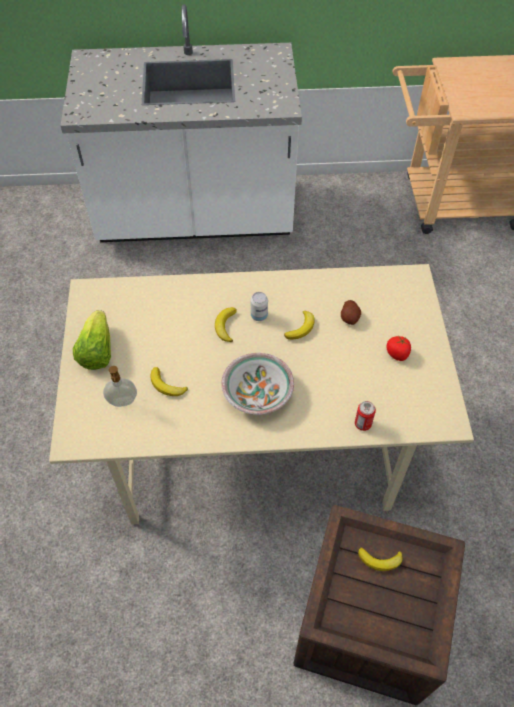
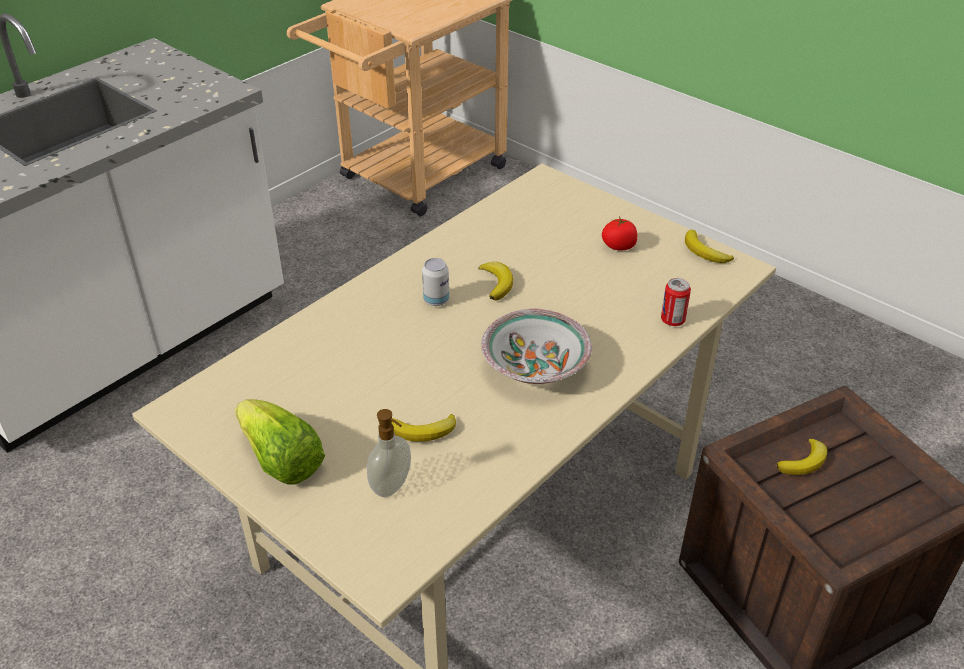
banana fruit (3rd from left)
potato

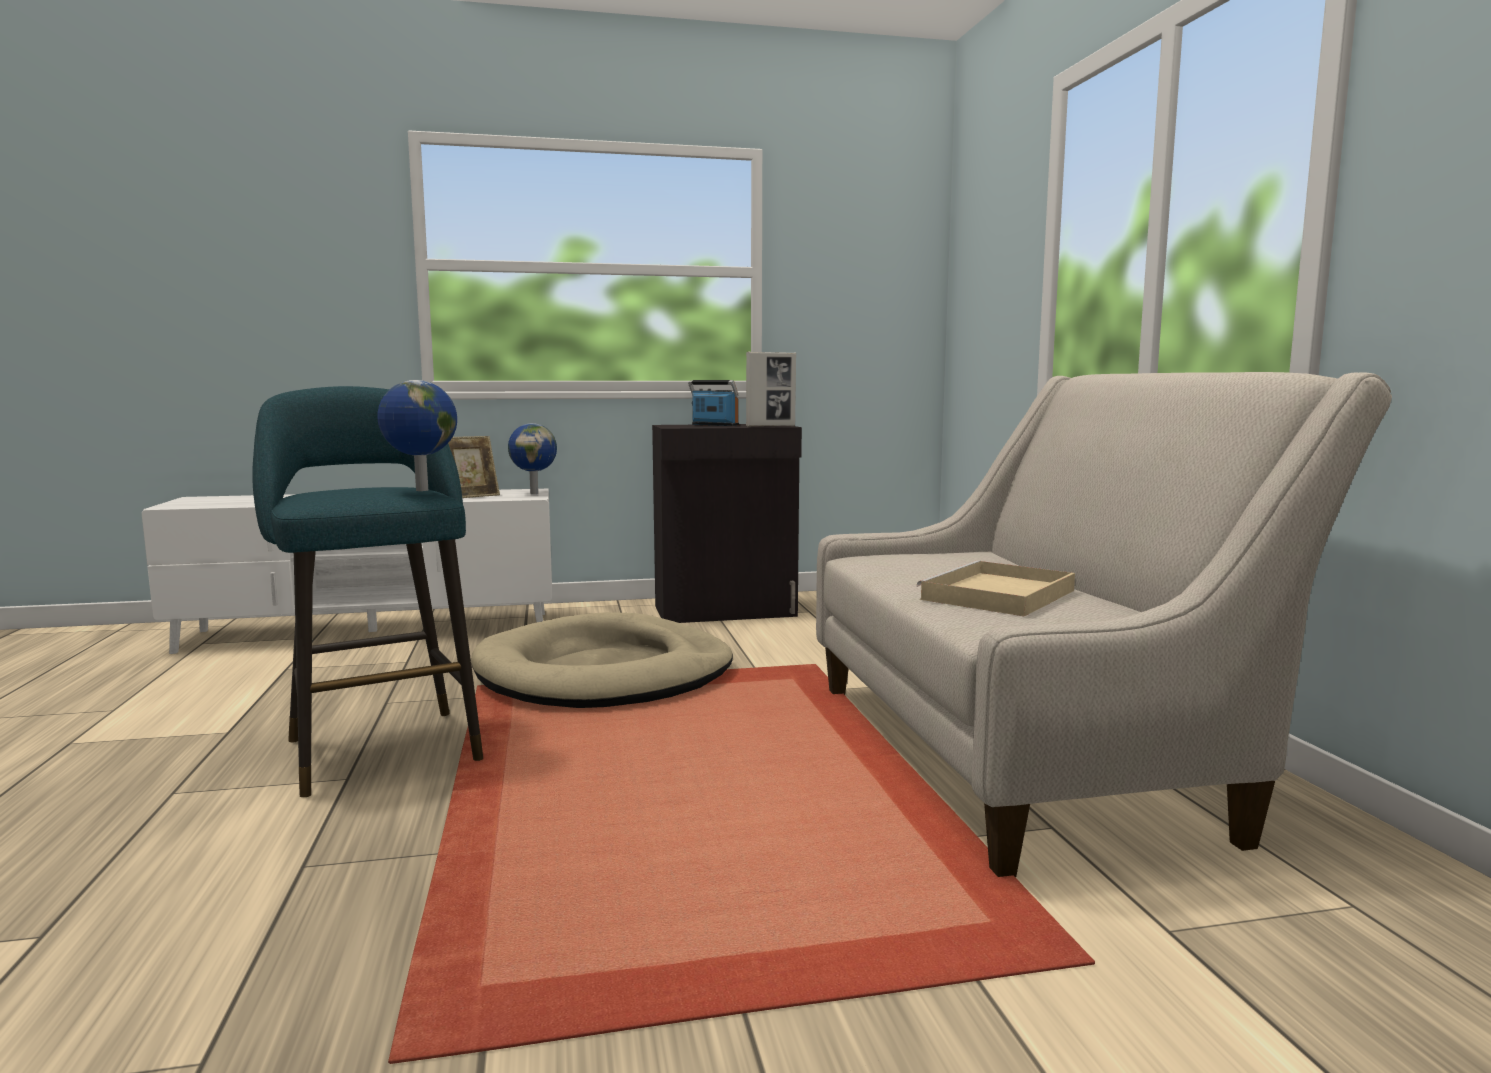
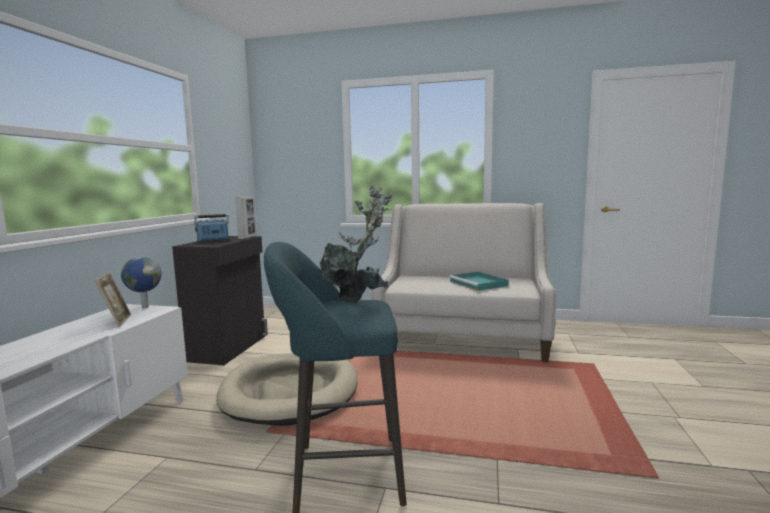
houseplant
carrying tray in turquoise-coloured

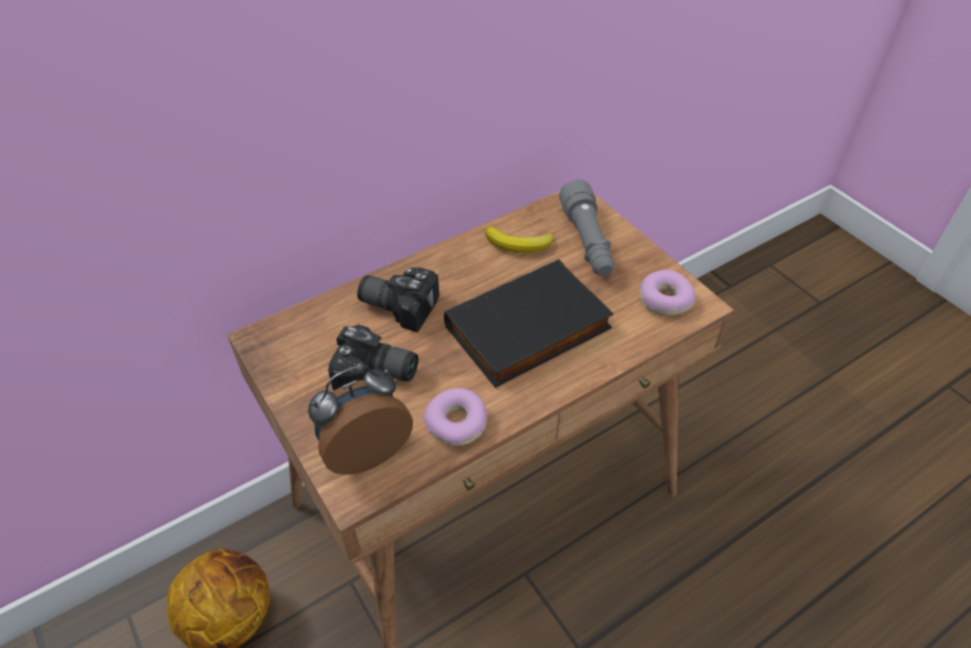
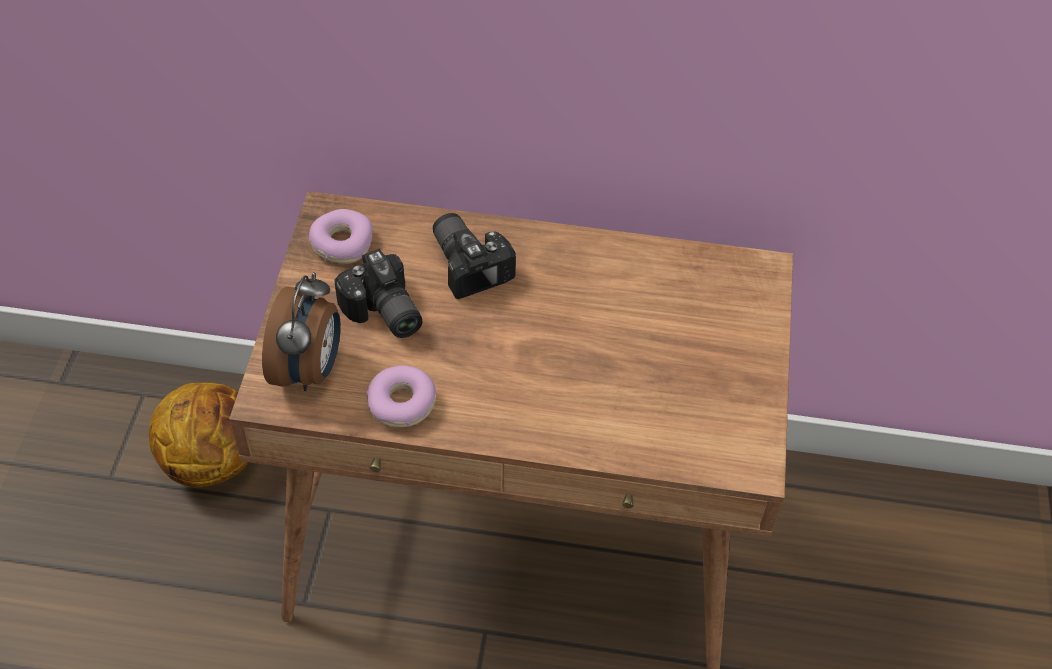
alarm clock
donut (1st from left)
book in black-coloured
banana fruit
torch in grey

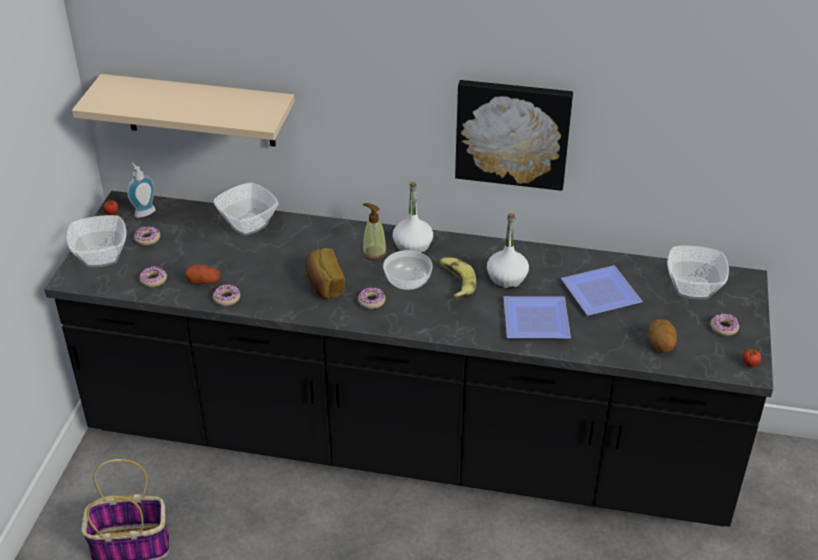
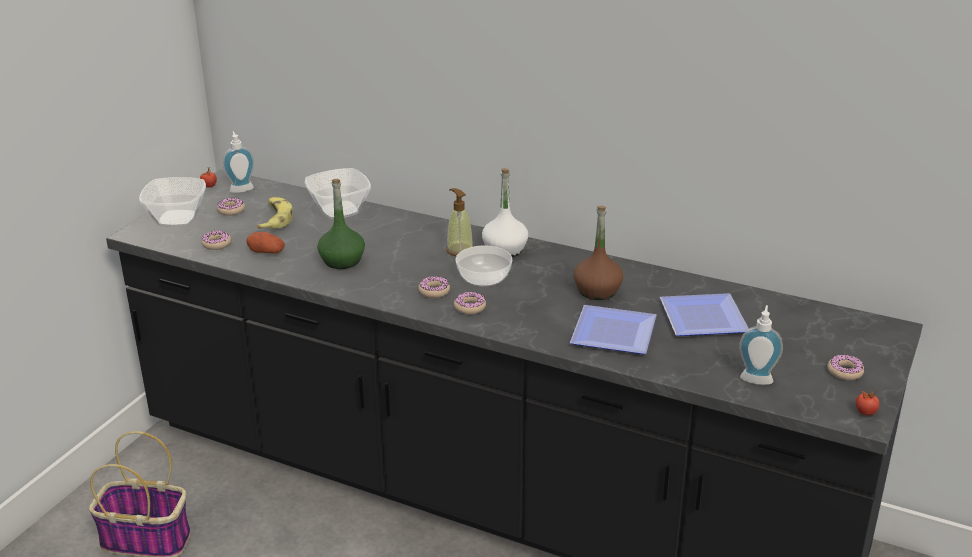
banana fruit
drink bottle in greenish
donut (4th from left)
drink bottle in brownish
soap bottle (3rd from left)
shelf in beige-coloured
bread
wall picture
bowl (4th from left in the first image)

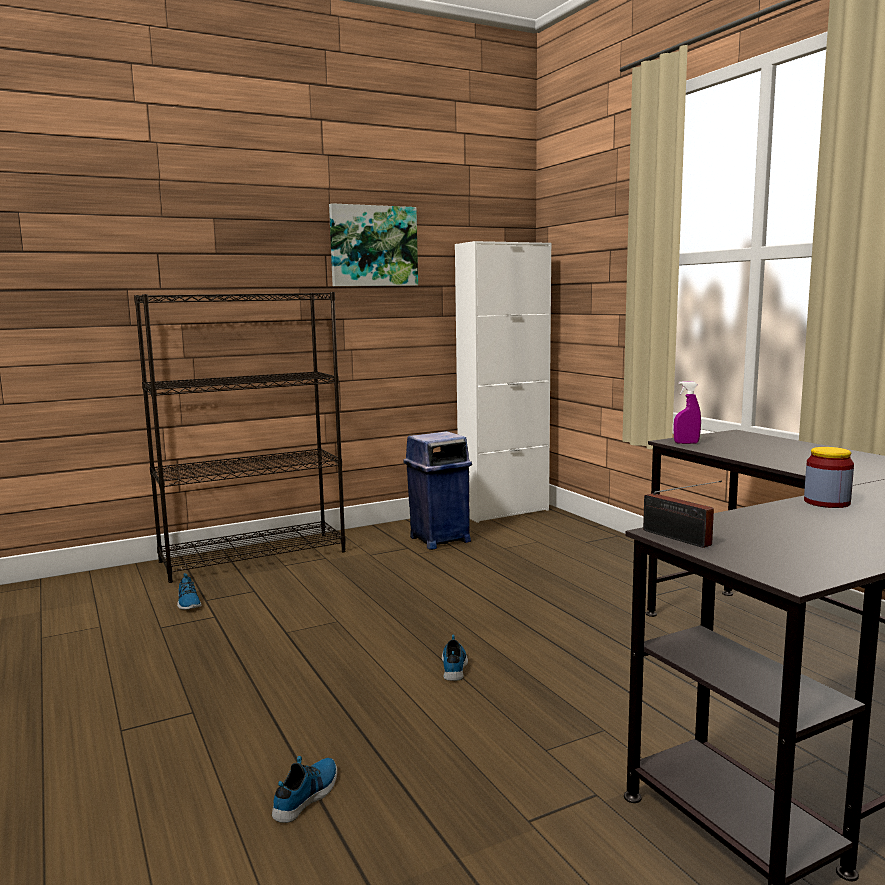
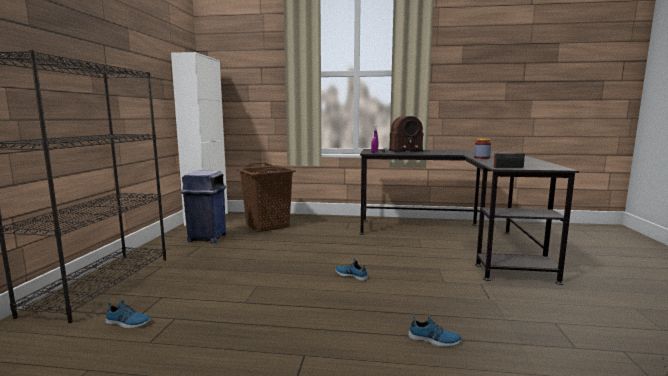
hamper in brownish
radio (1st from left)
shoe (3rd from left)
wall picture

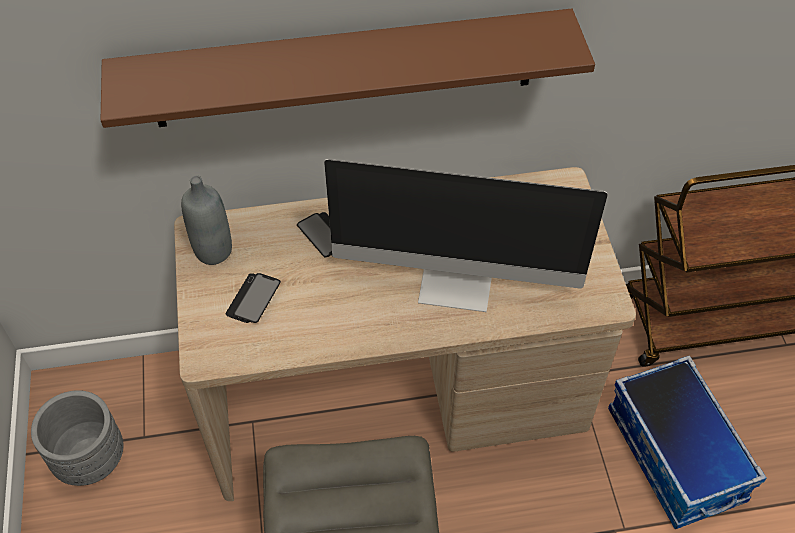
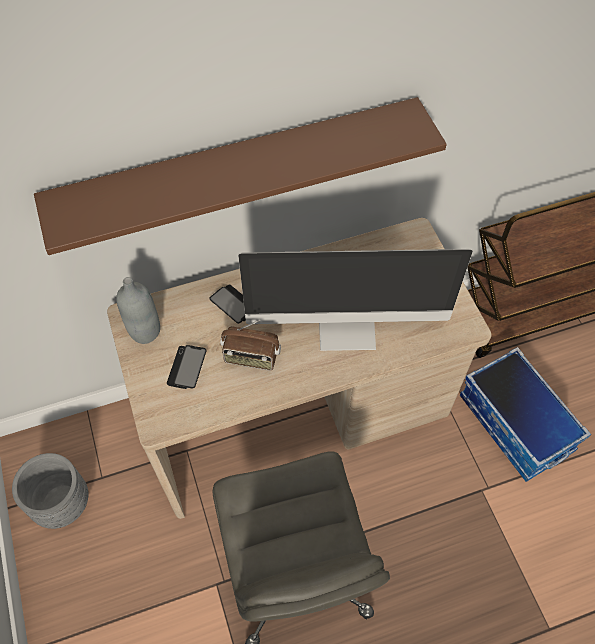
radio

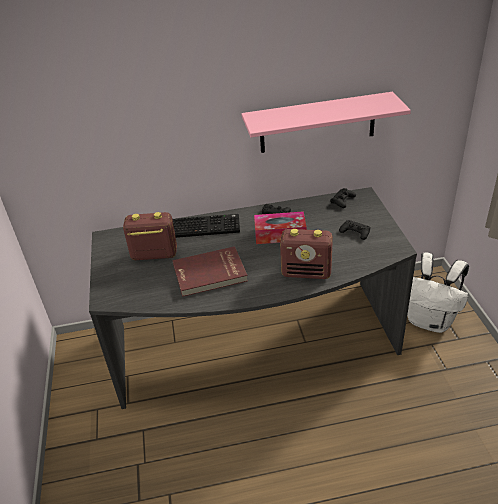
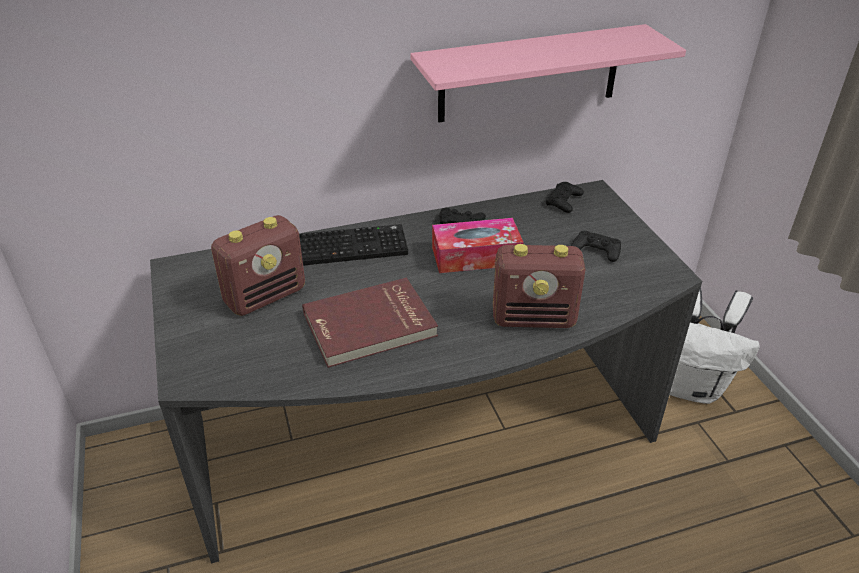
radio (1st from left)

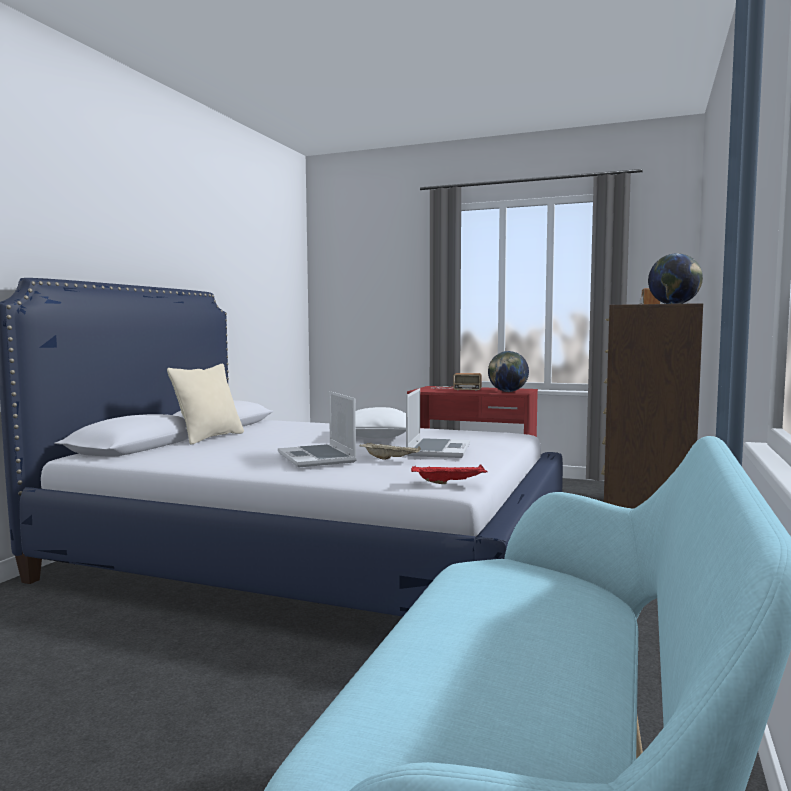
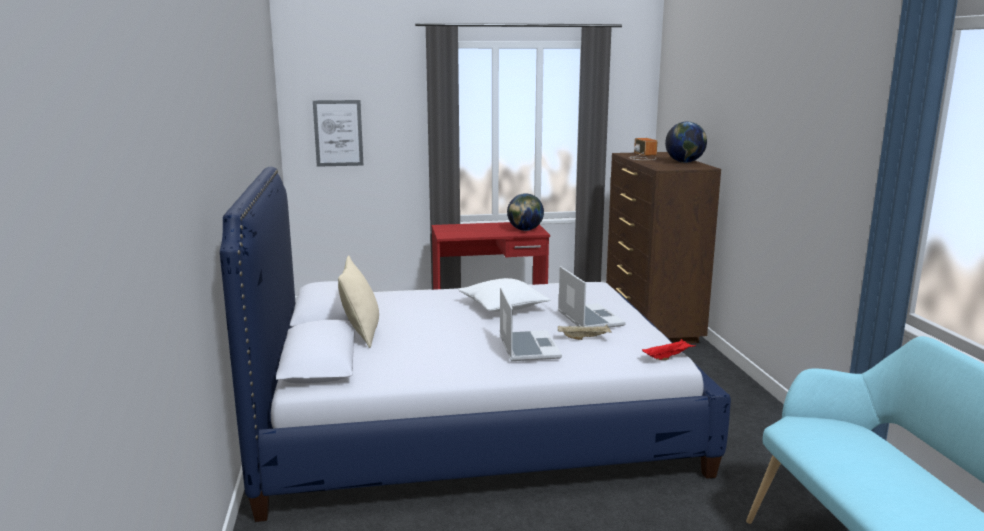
wall picture
laptop (1st from left)
radio (1st from left in the first image)

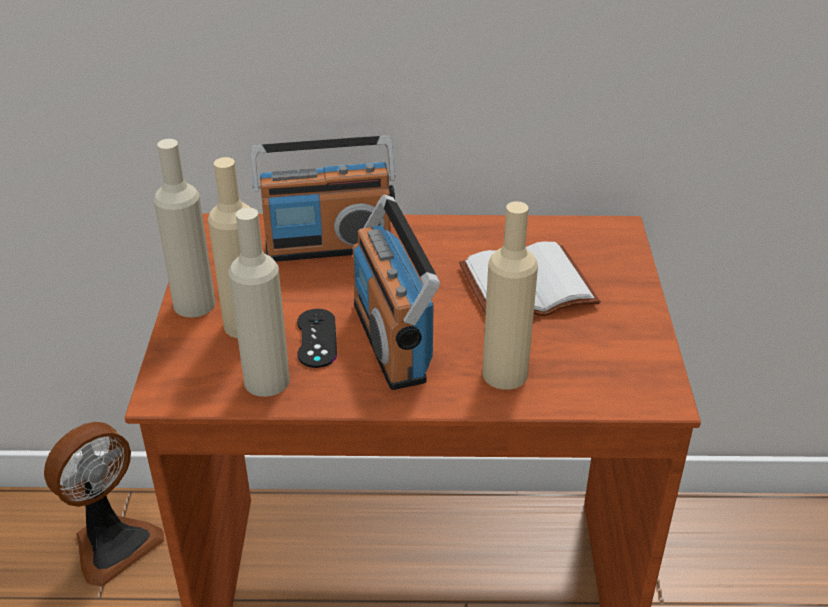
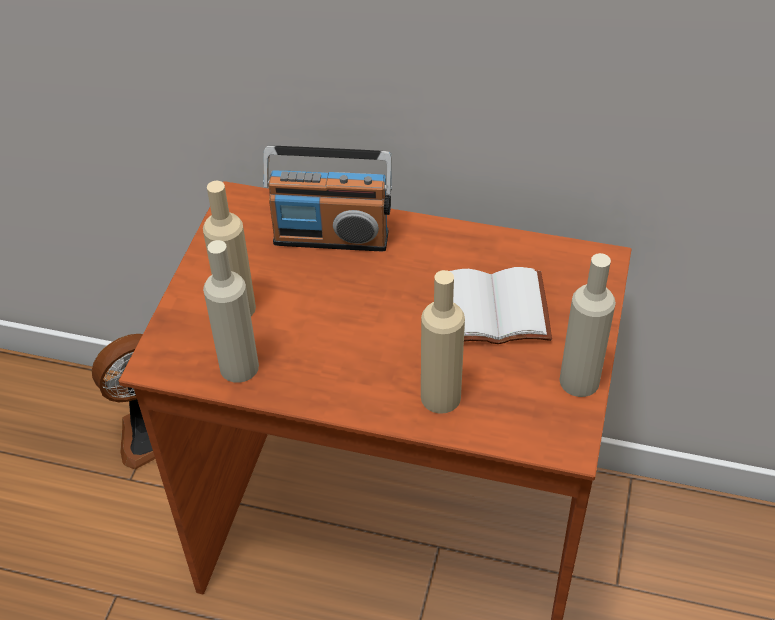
drink bottle in beige-coloured (4th from left)
game controller in black-coloured
radio (2nd from left in the first image)

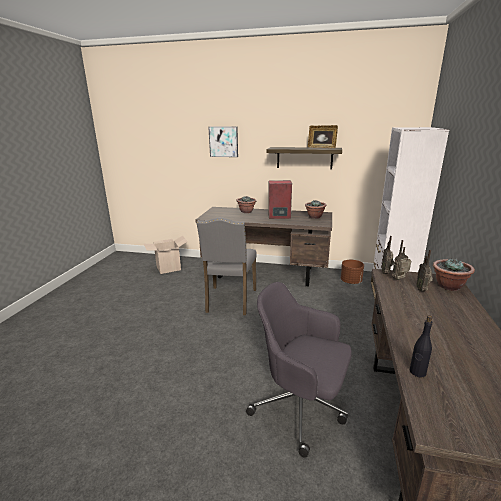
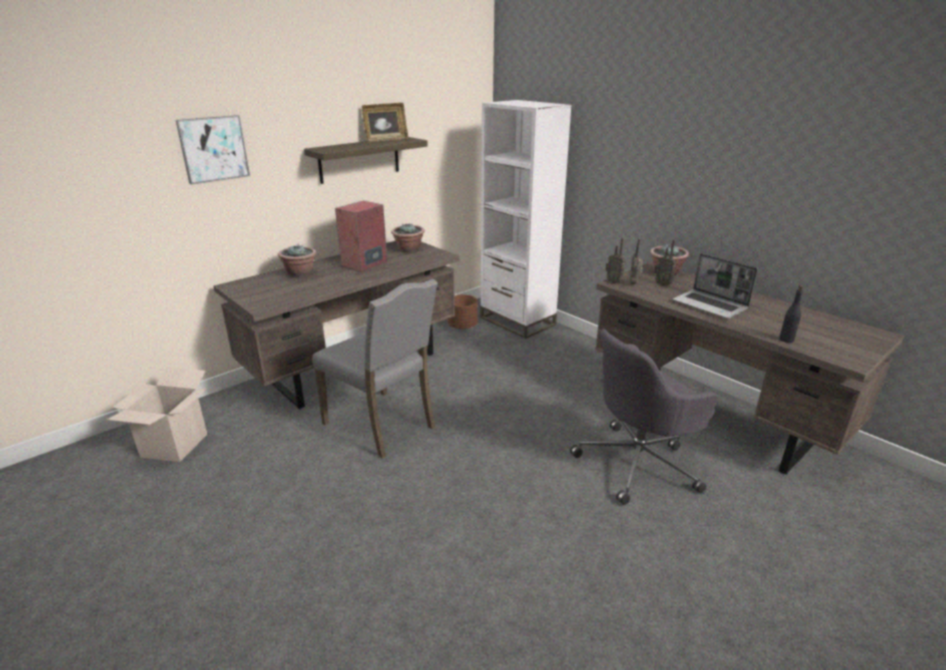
laptop

